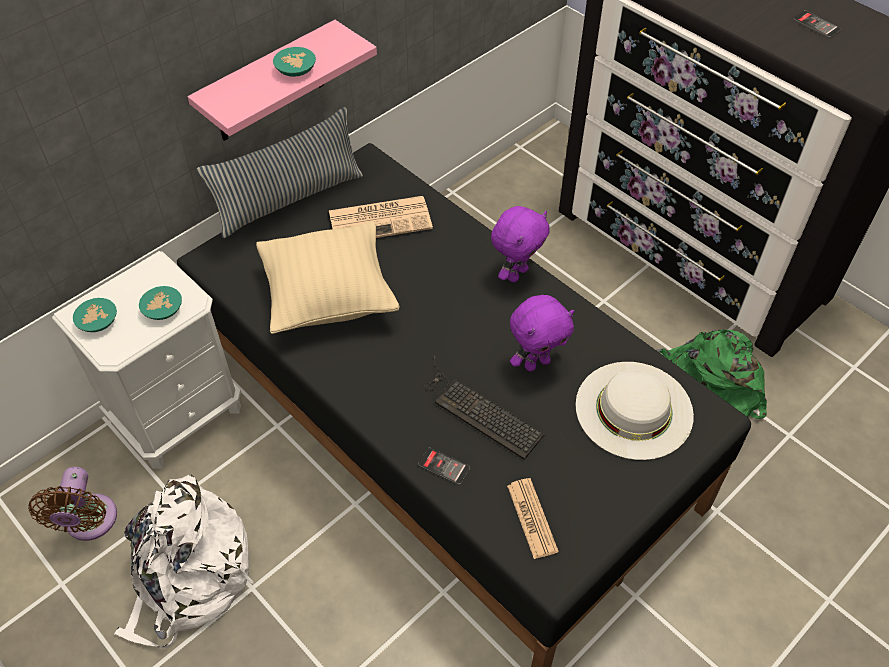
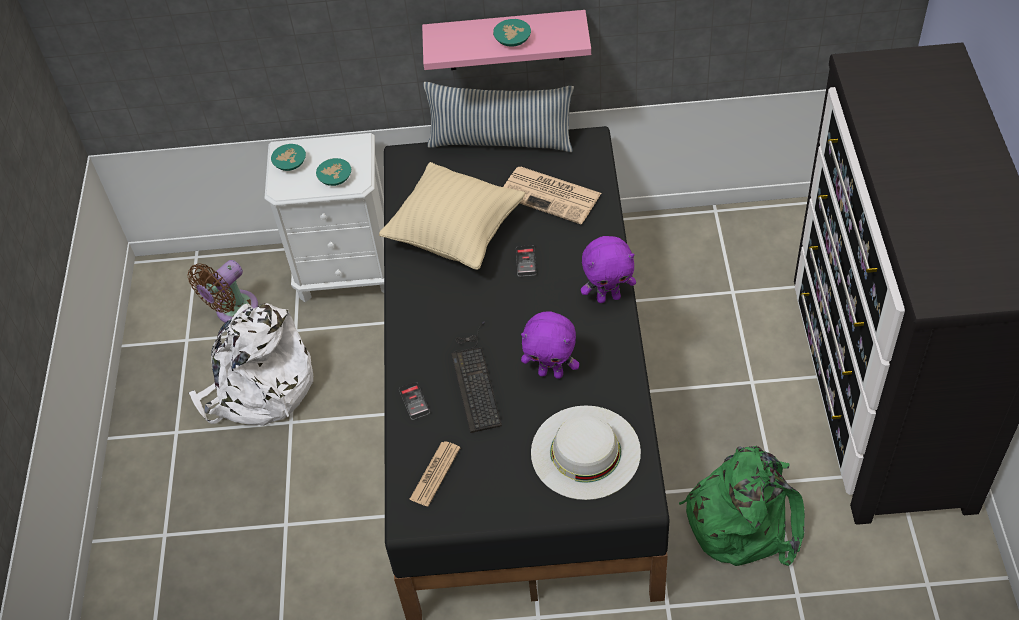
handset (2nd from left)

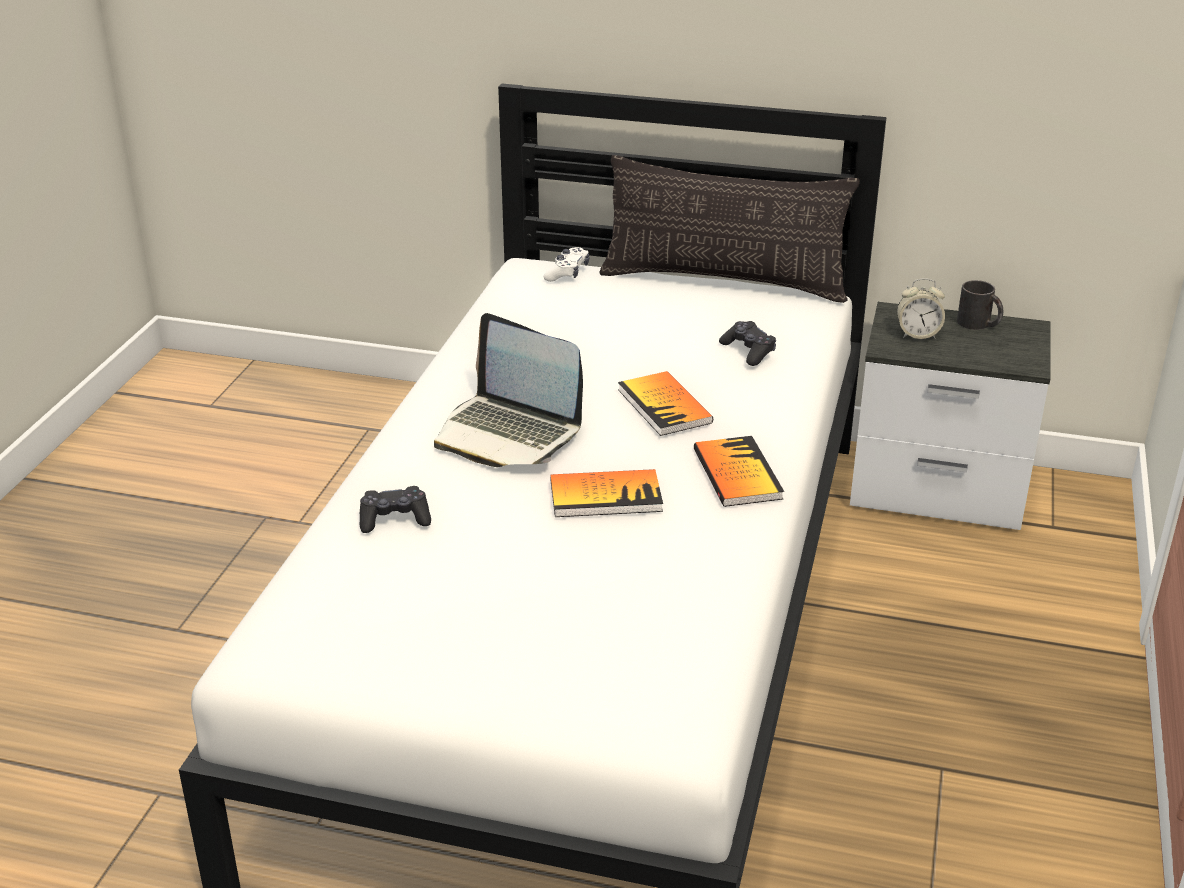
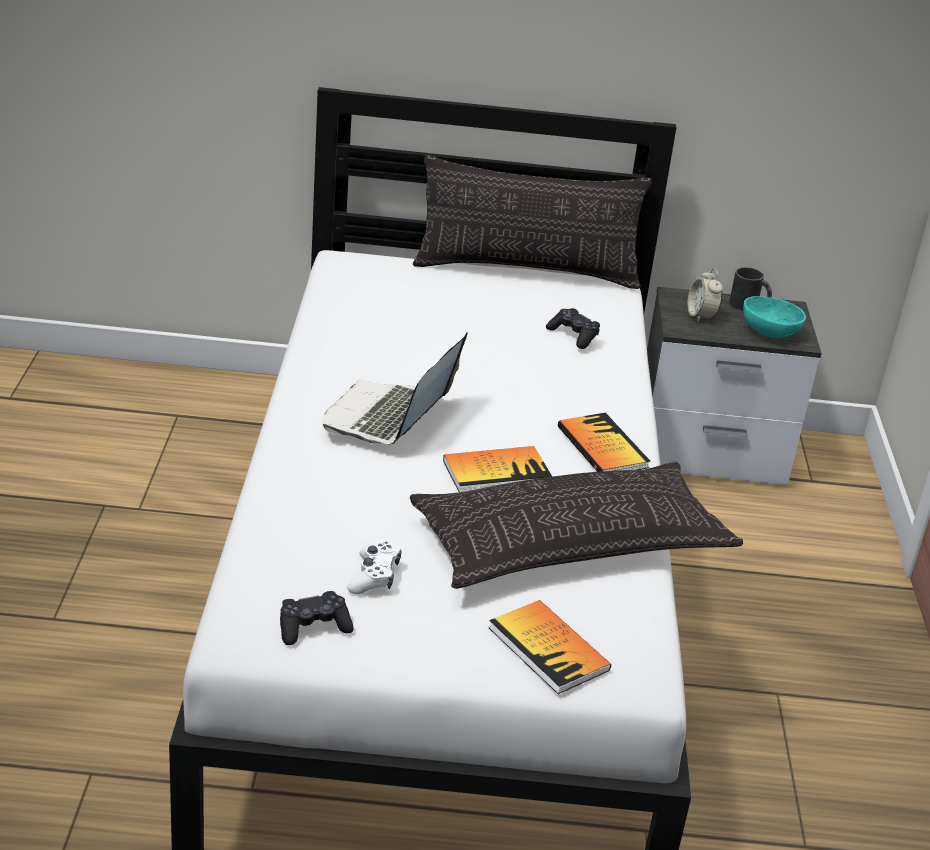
game controller in black-coloured (1st from left)
laptop
game controller in white
throw pillow (2nd from left)
book (2nd from left)
alarm clock
bowl in turquoise-coloured

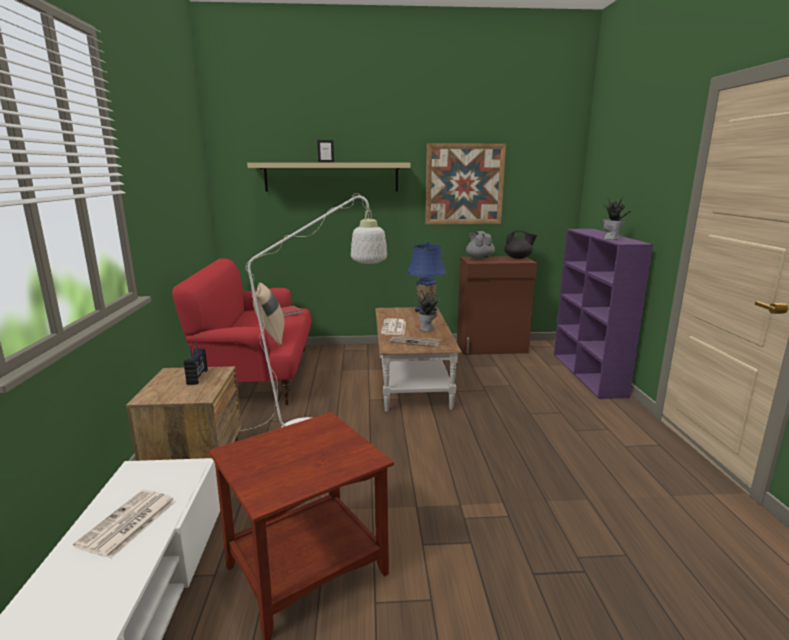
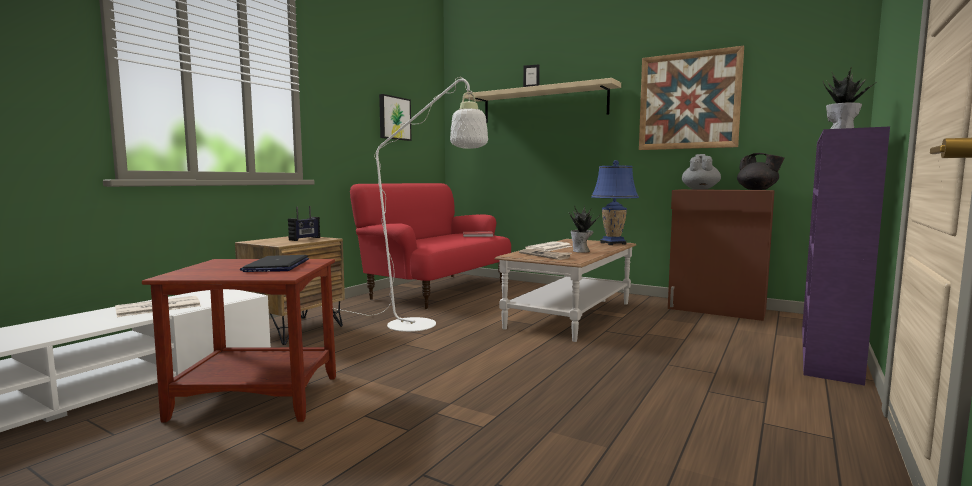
laptop
wall picture (1st from left)
throw pillow in beige-coloured

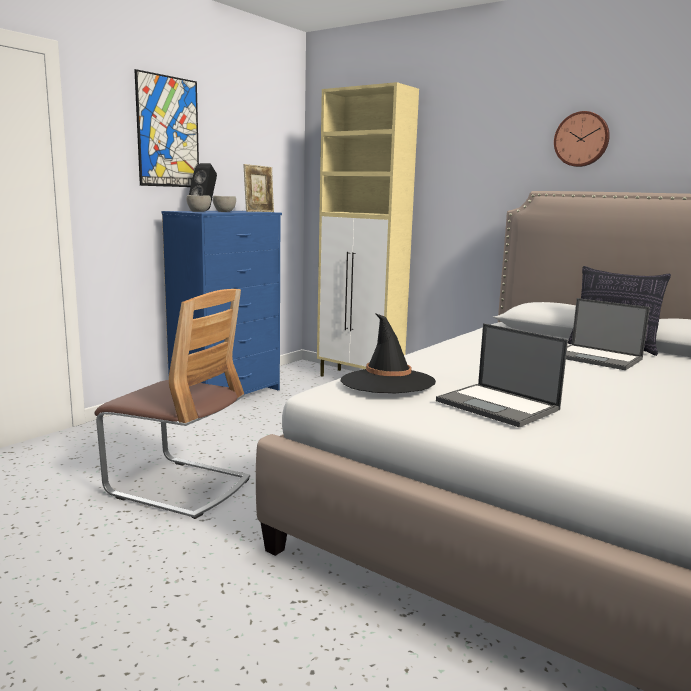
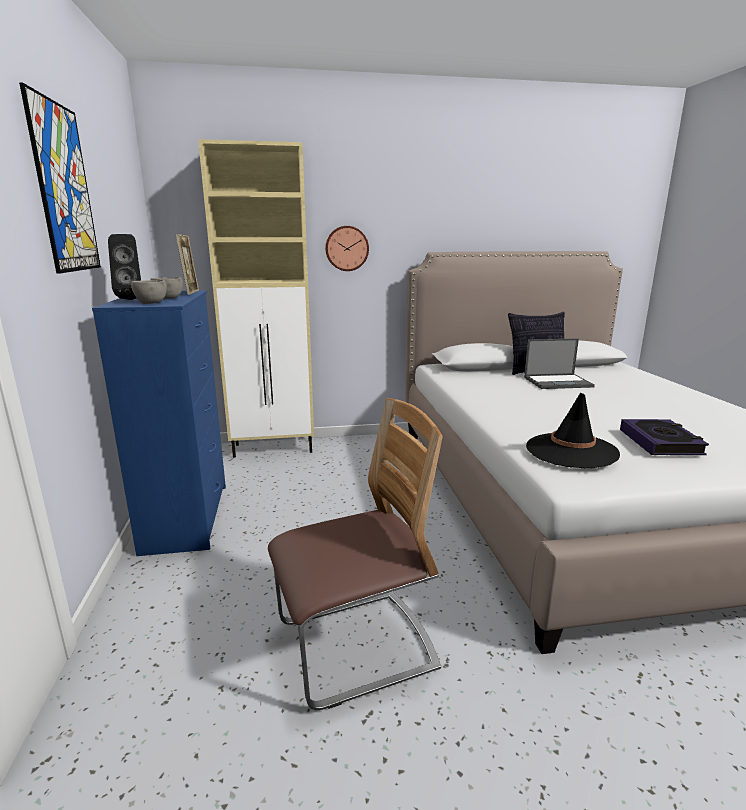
wall clock
book

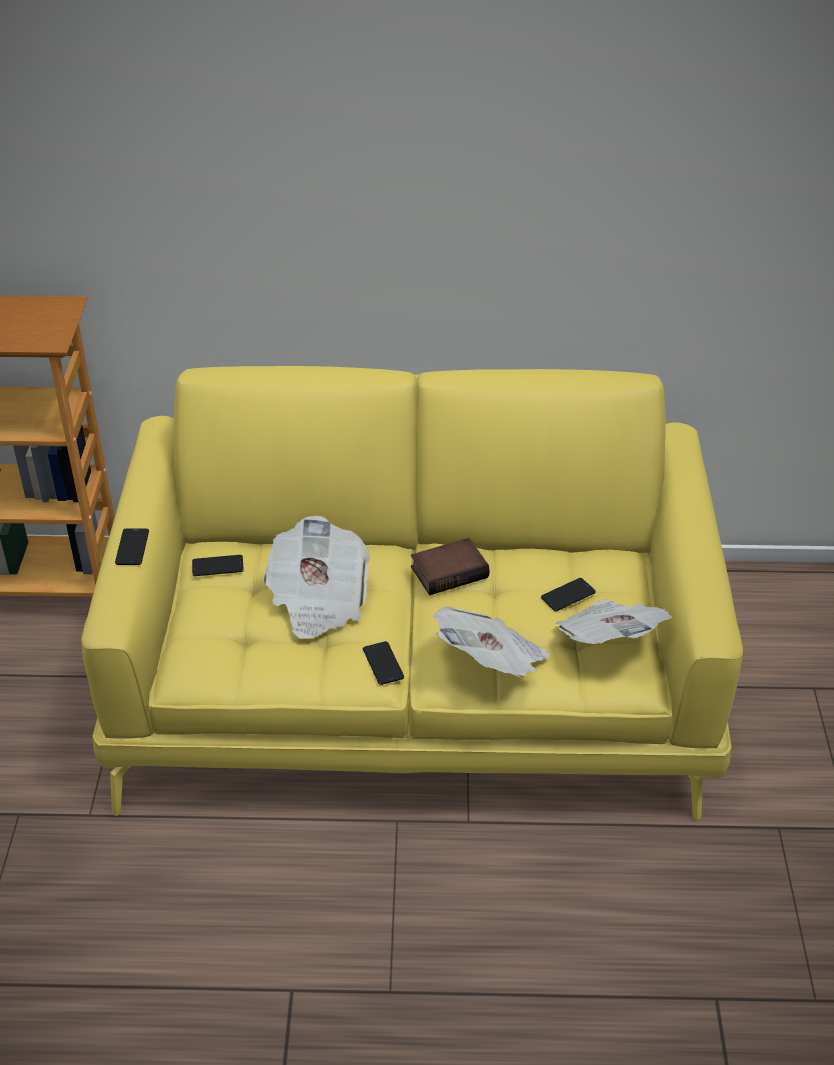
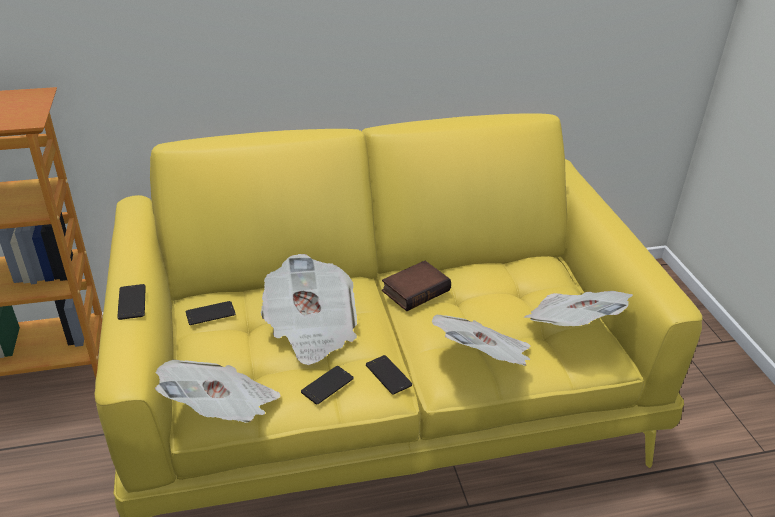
newspaper (1st from left)
handset (3rd from left)

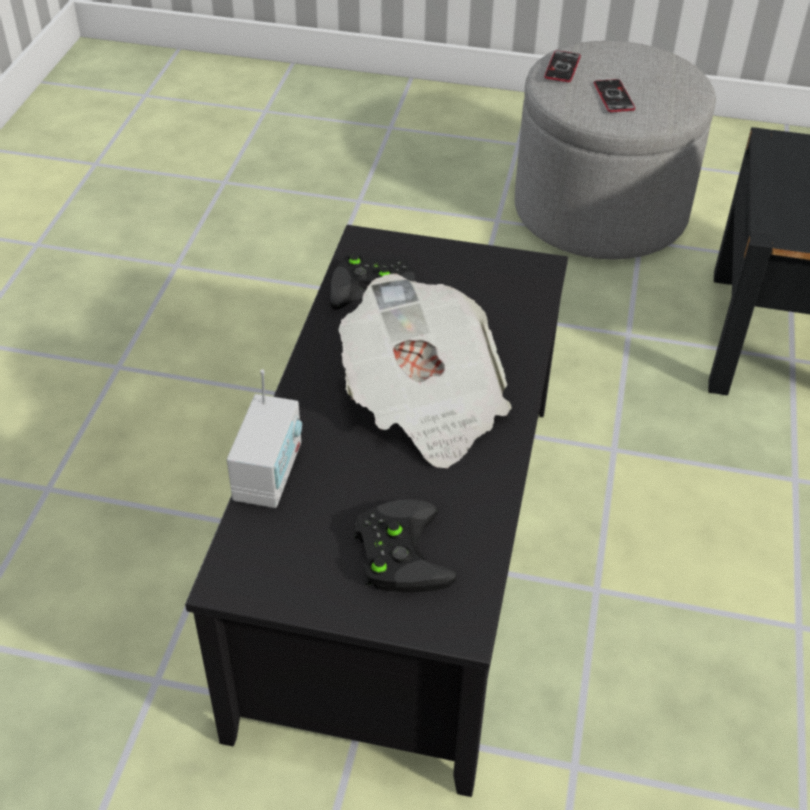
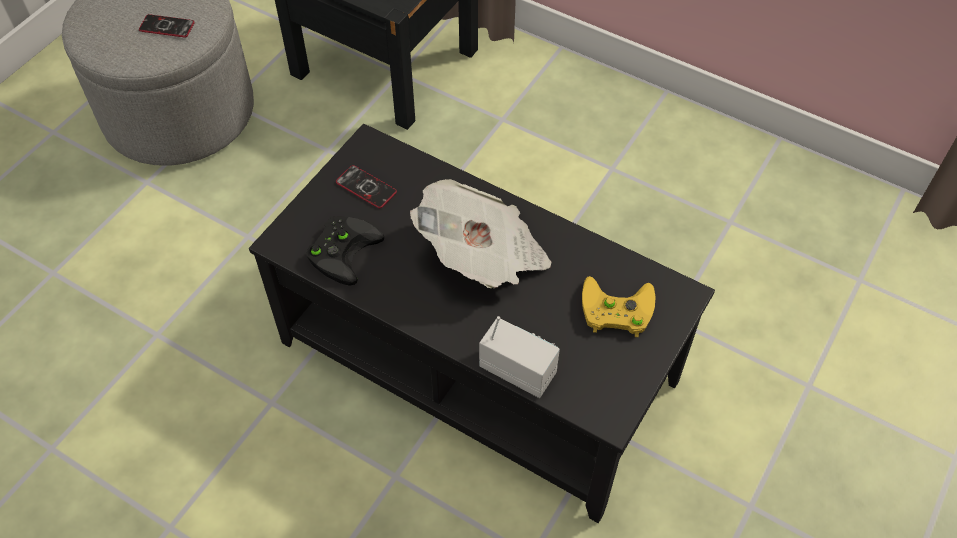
handset (2nd from left)
game controller in yellow-coloured

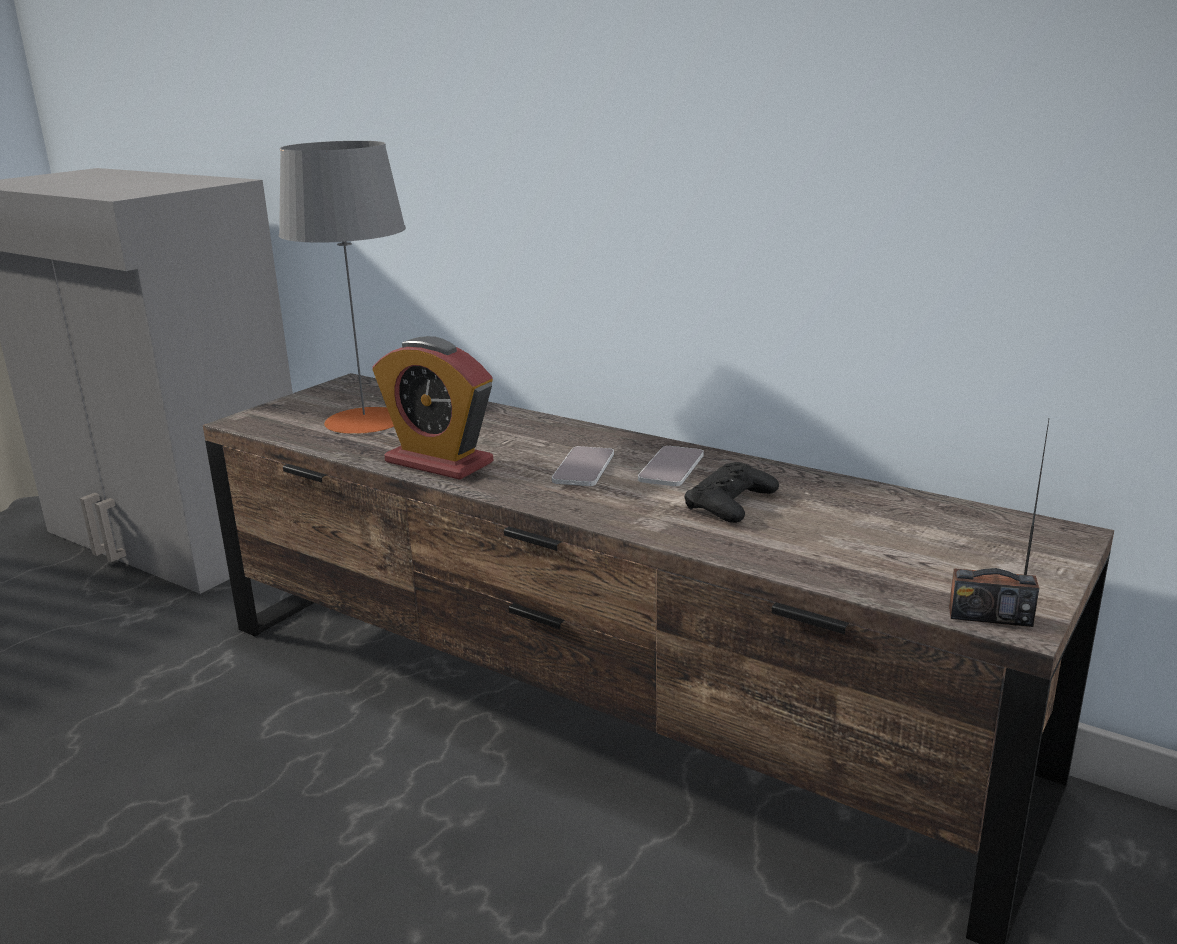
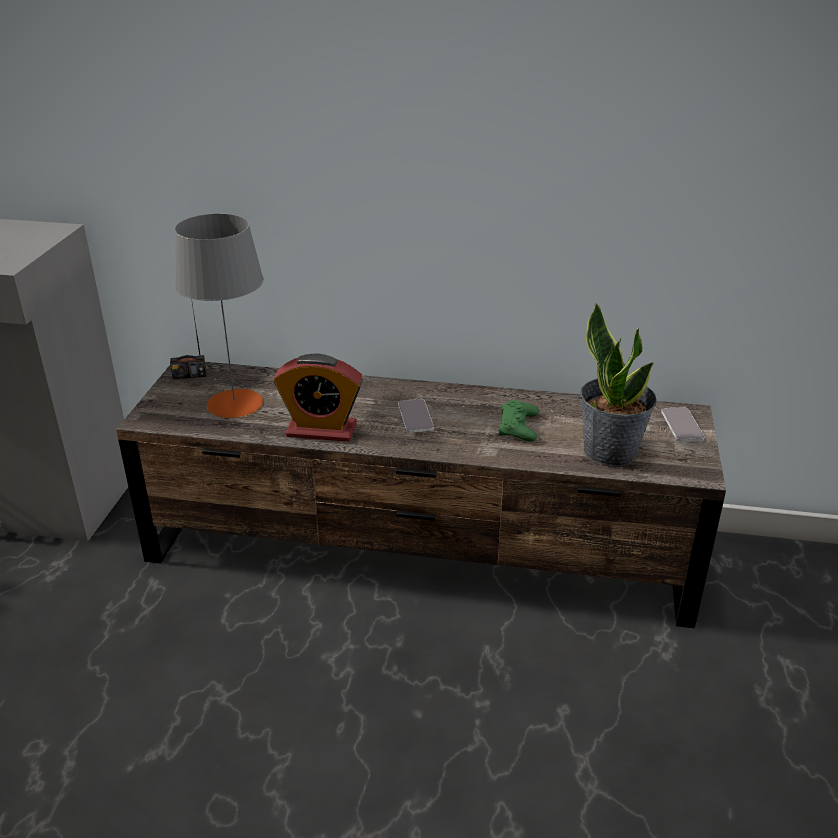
radio
game controller in greenish
houseplant
handset (2nd from left)

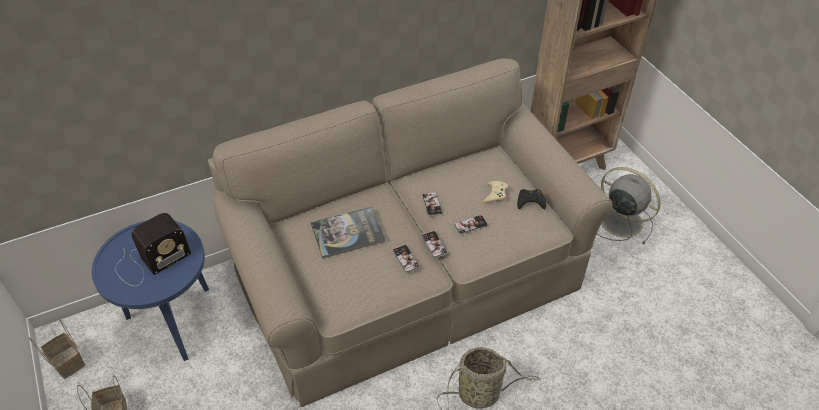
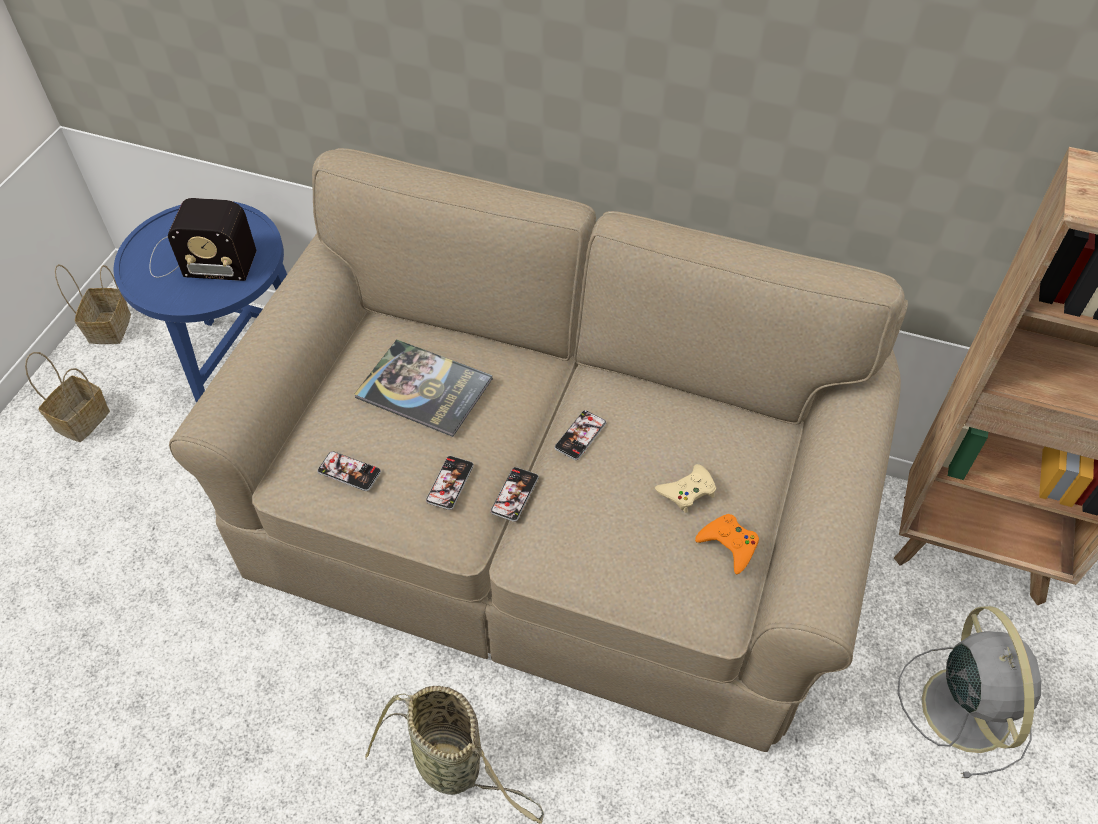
handset (1st from left)
game controller in orange-coloured

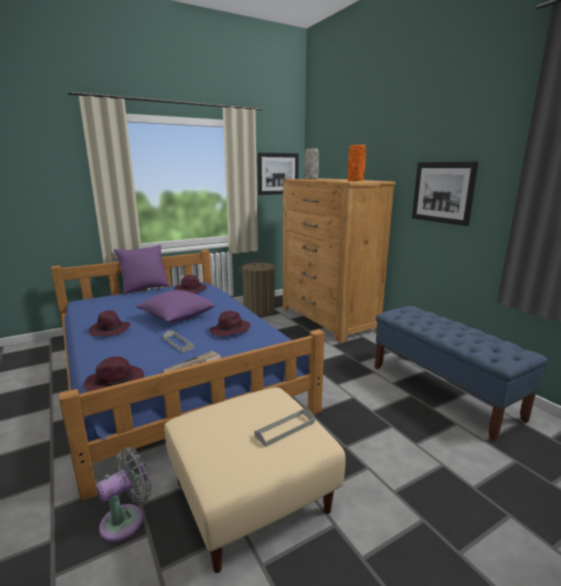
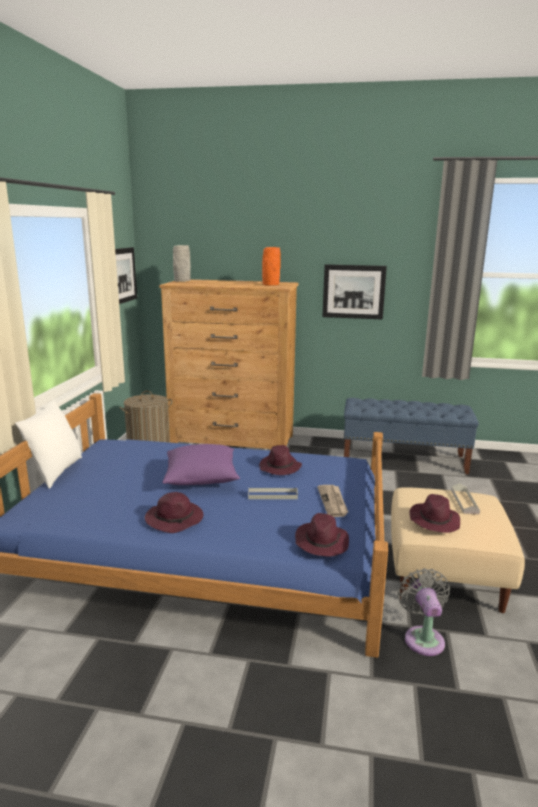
throw pillow in white
wearable hat in purplish (4th from left)

